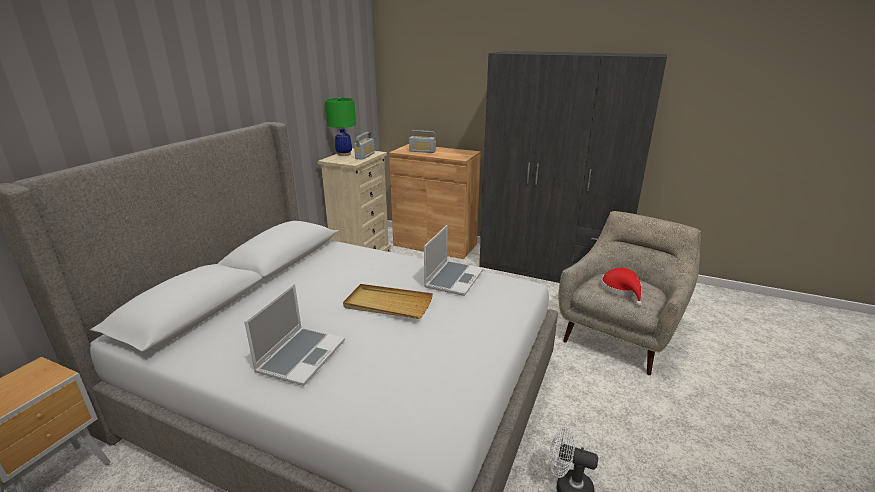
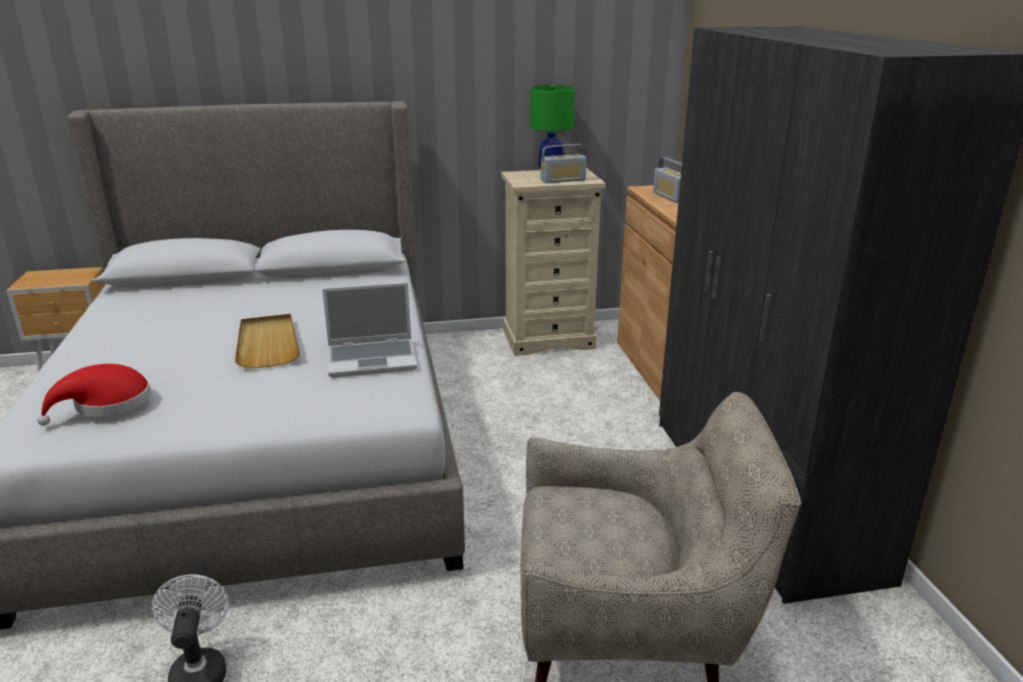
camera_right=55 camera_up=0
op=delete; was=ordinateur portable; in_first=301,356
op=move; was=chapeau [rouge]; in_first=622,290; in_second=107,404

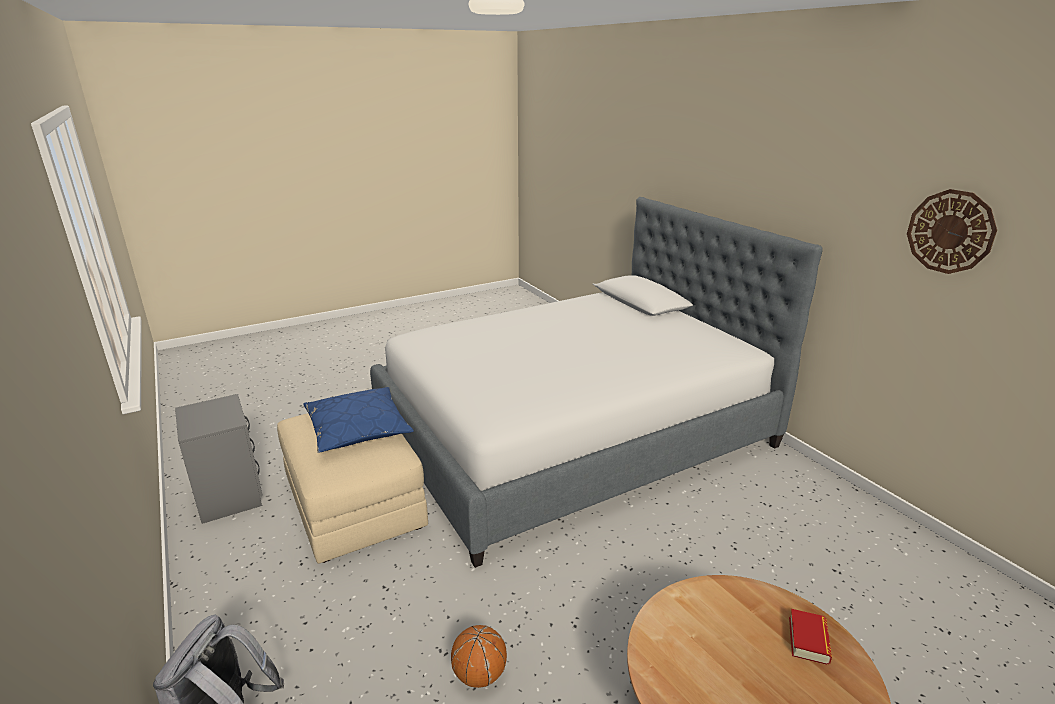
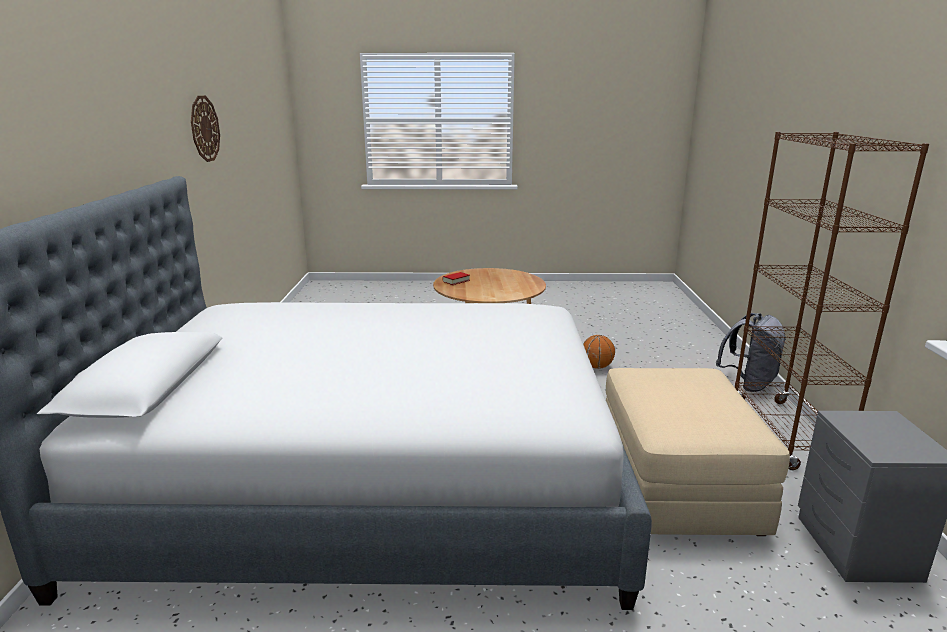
camera_right=-150 camera_up=-5
op=delete; was=coussin [bleu]; in_first=358,429
op=insert; now=bibliothèque [marron]; in_second=785,433

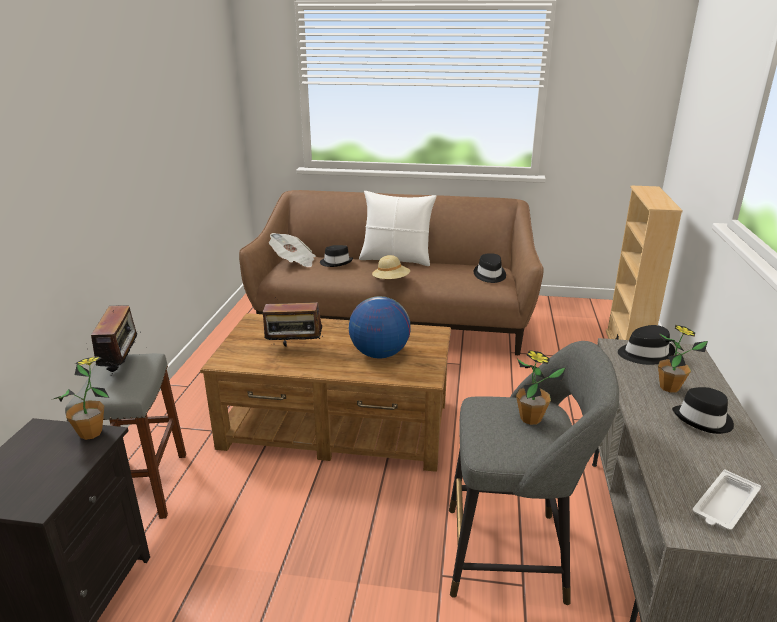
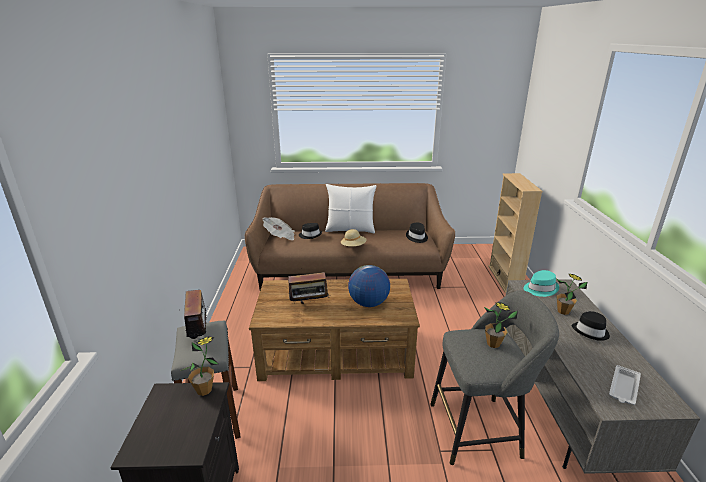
camera_right=-10 camera_up=0
op=recolor; was=chapeau [noir]; now=chapeau [turquoise]; in_first=645,353; in_second=540,288

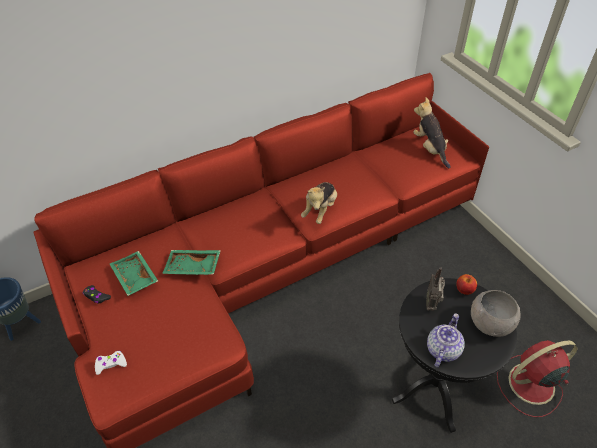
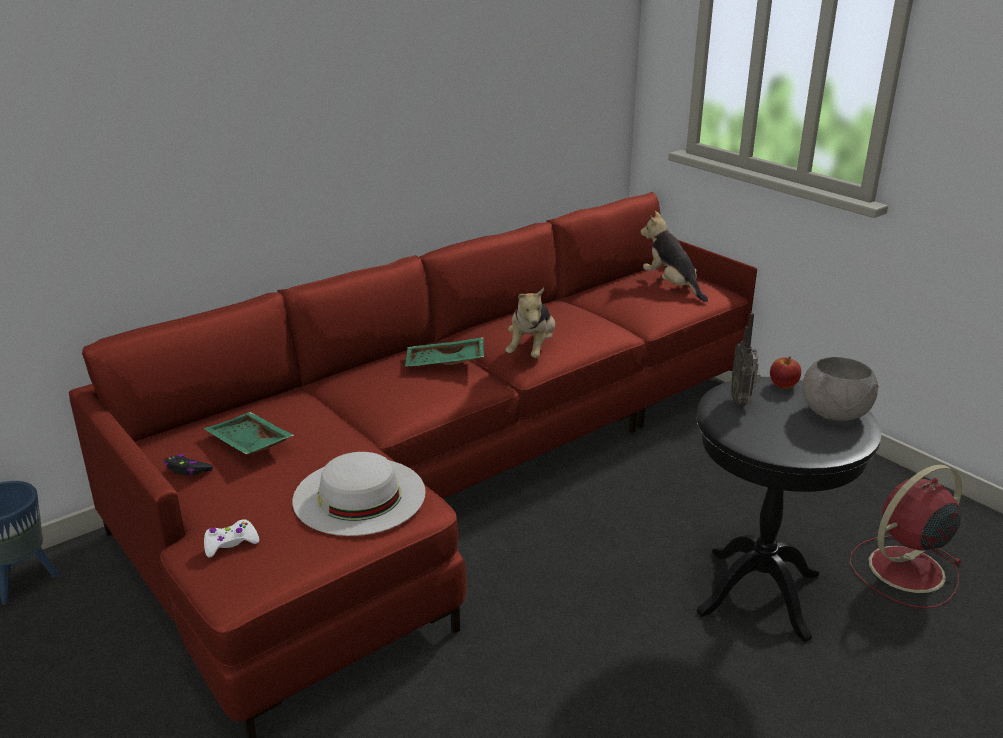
camera_right=-10 camera_up=-20
op=move; was=plateau [vert]; in_first=192,267; in_second=445,363
op=delete; was=théière; in_first=442,349
op=insert; now=chapeau [blanc]; in_second=359,495

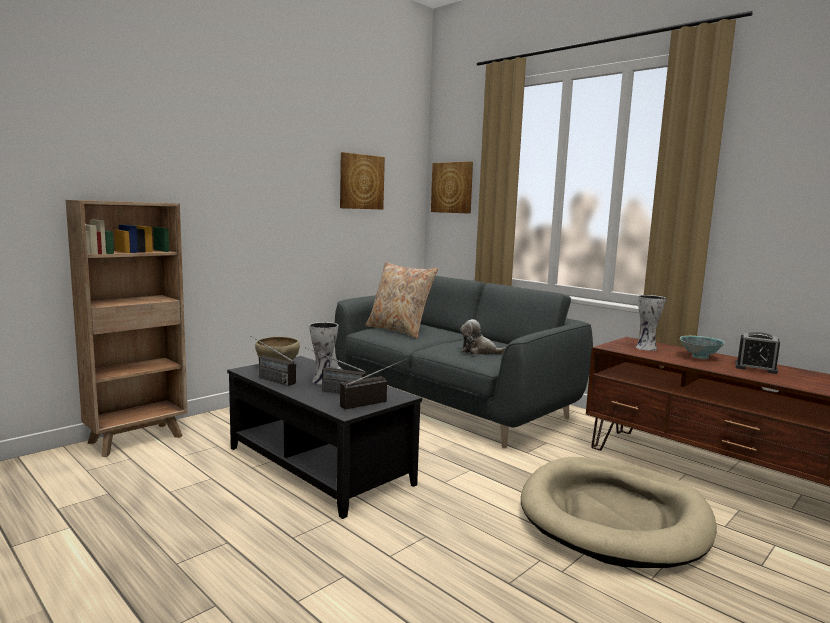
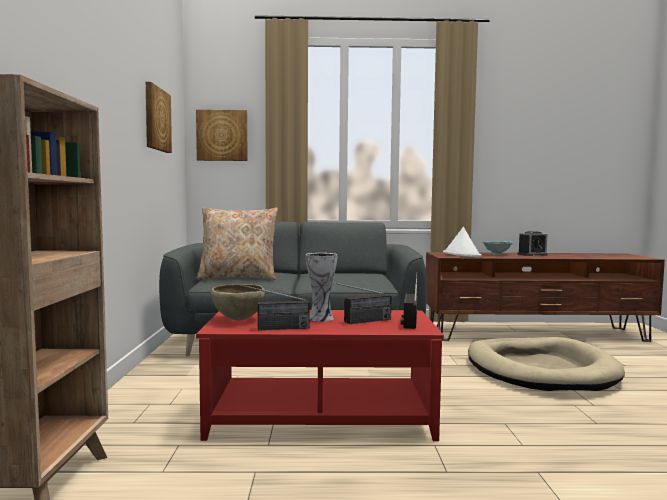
camera_right=-45 camera_up=-5
op=recolor; was=table basse [noir]; now=table basse [rouge]; in_first=320,465; in_second=320,416
op=delete; was=peluche; in_first=479,352
op=replace; was=vase; now=chapeau [blanc]; in_first=647,348; in_second=461,254

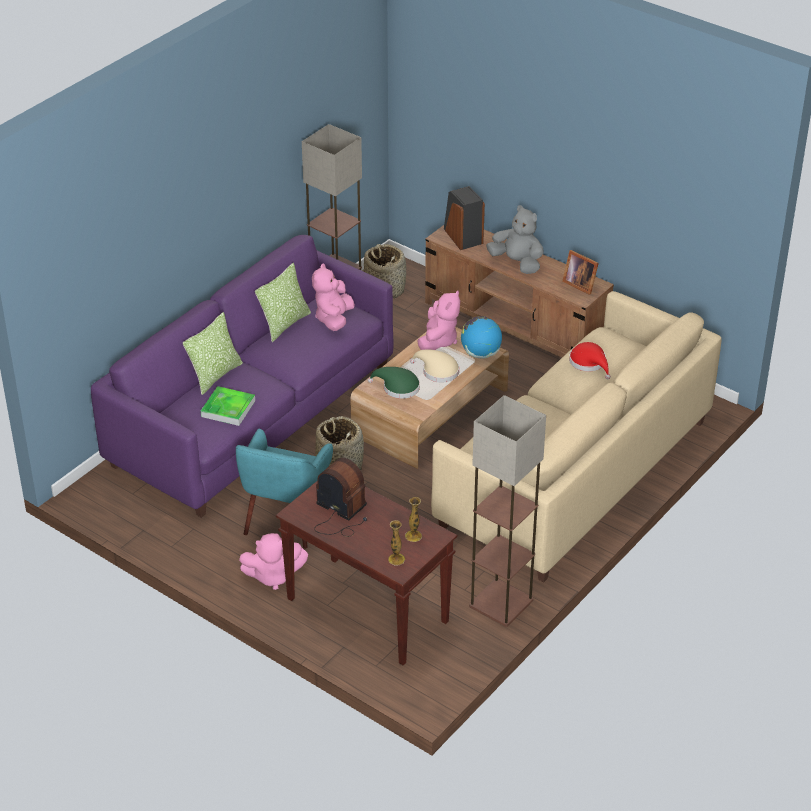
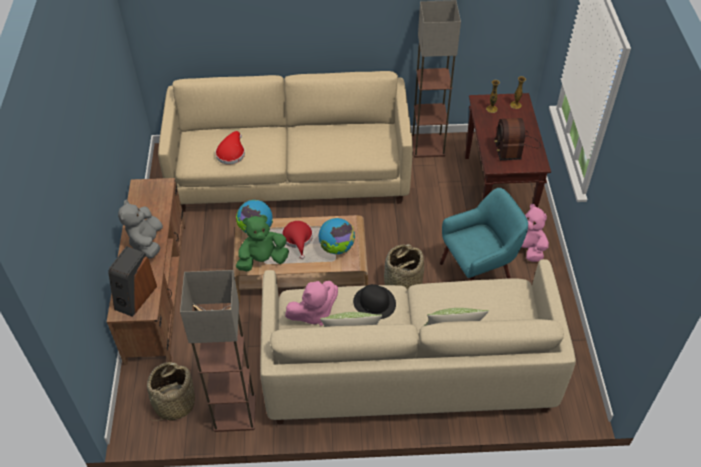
camera_right=-130 camera_up=10
op=recolor; was=canapé [violet]; now=canapé [beige]; in_first=253,417; in_second=407,368
op=delete; was=plateau; in_first=228,408
op=replace; was=chapeau [vert]; now=globe; in_first=398,387; in_second=337,248
op=recolor; was=chapeau [beige]; now=chapeau [rouge]; in_first=437,371; in_second=298,239
op=recolor; was=peluche [rose]; now=peluche [vert]; in_first=438,341; in_second=262,260
op=delete; was=cadre photo; in_first=579,284
op=insert; now=chapeau [noir]; in_second=374,302

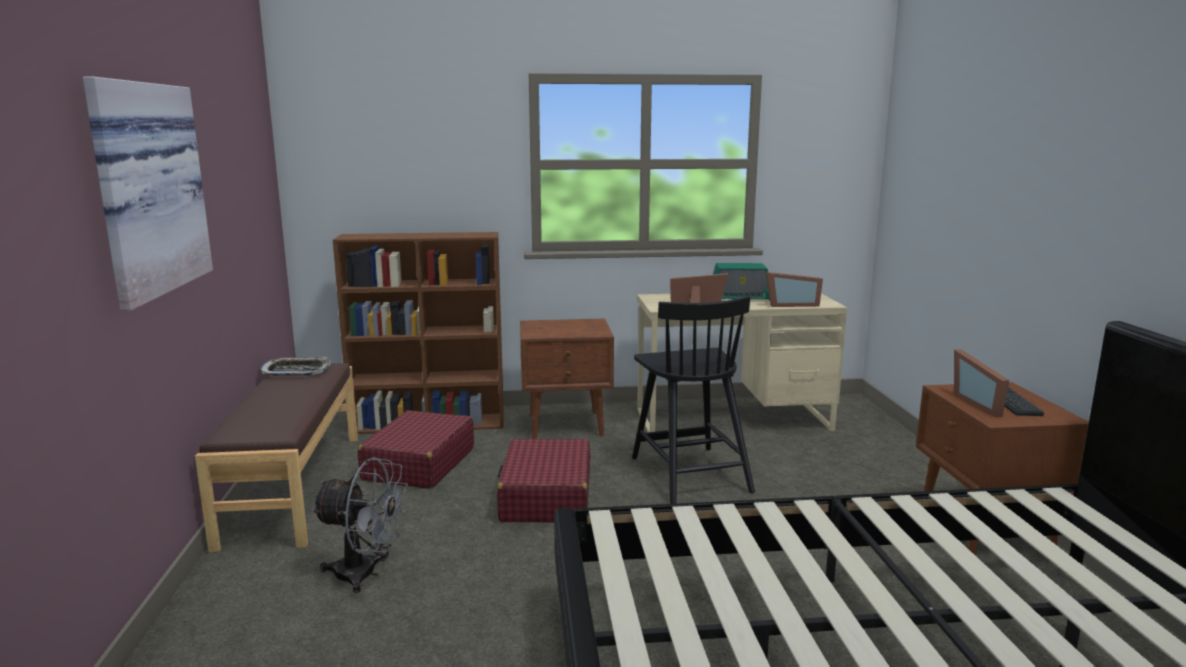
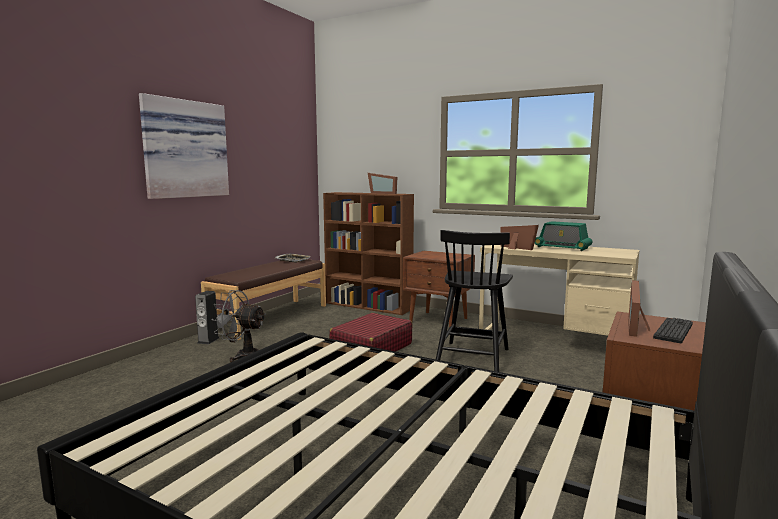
camera_right=35 camera_up=-5
op=rotate; was=ventilateur [gris]; in_first=366,574; in_second=242,356; clockwise=150
op=delete; was=valise [rouge]; in_first=419,464
op=move; was=cadre photo; in_first=790,305; in_second=383,193
op=insert; now=enceinte; in_second=208,340

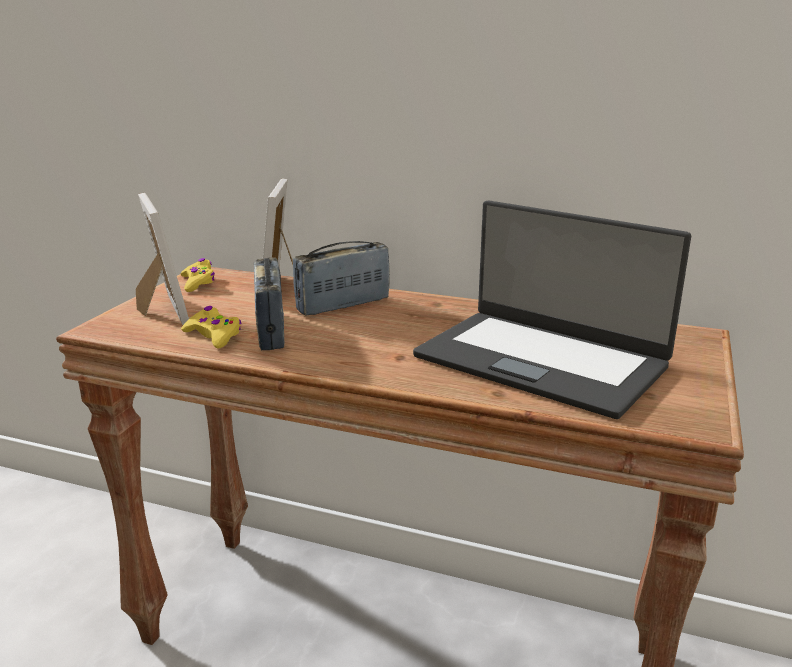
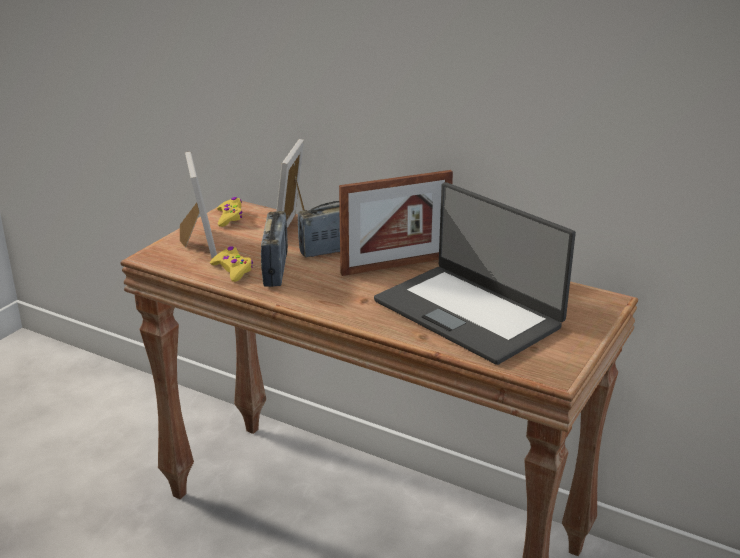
camera_right=10 camera_up=5
op=insert; now=cadre photo; in_second=395,265

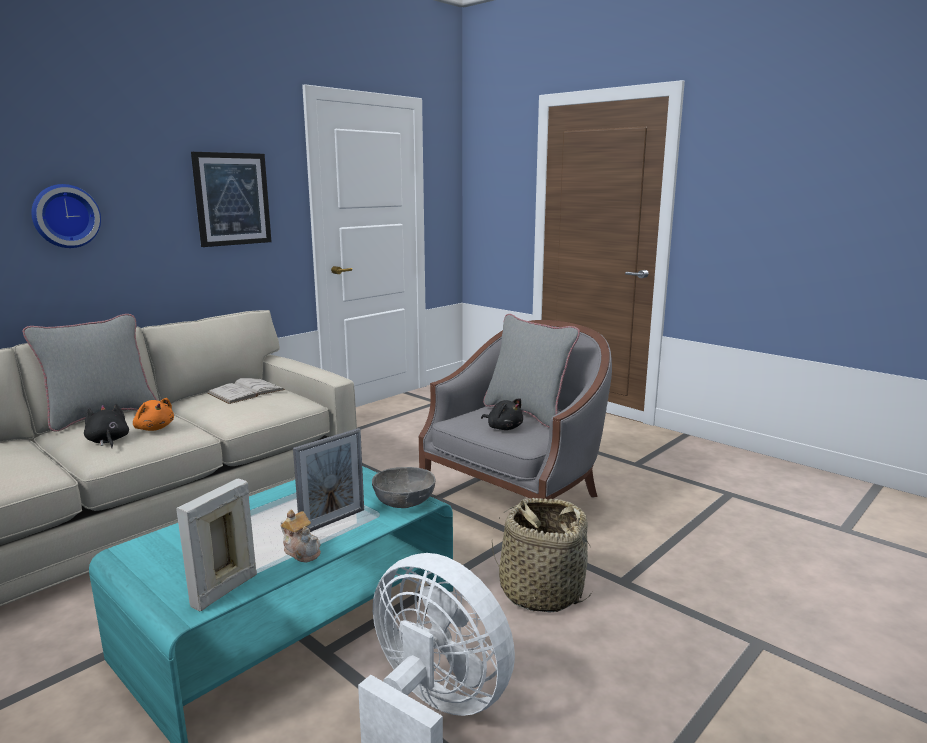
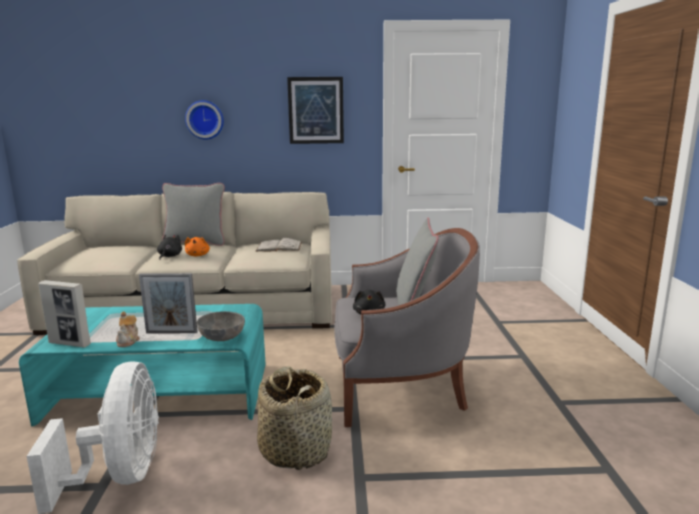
camera_right=45 camera_up=0
op=rotate; was=cadre photo; in_first=224,591; in_second=69,343; clockwise=-150

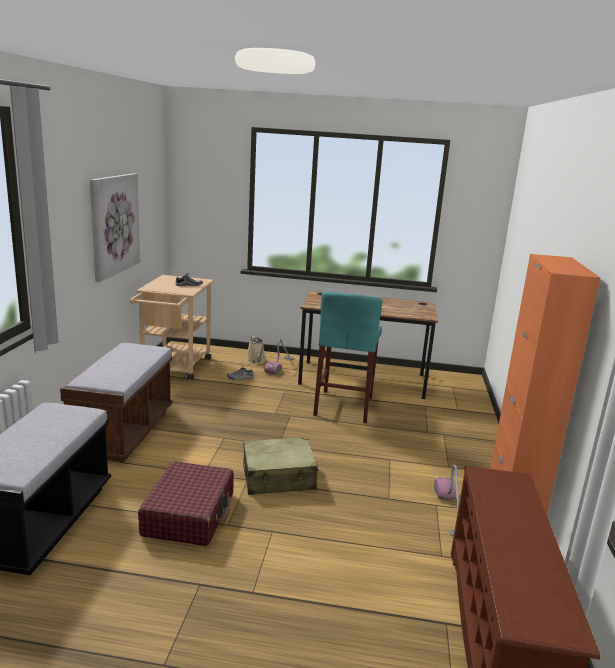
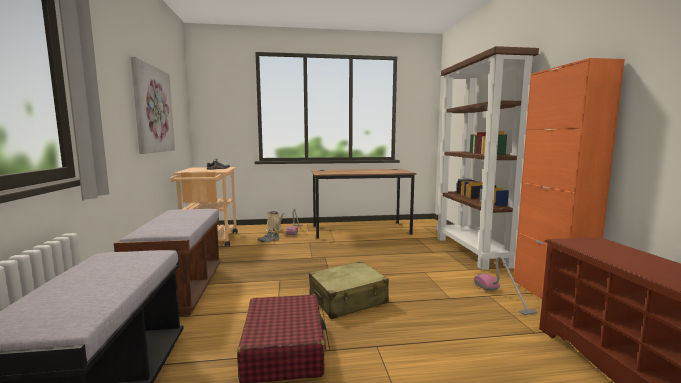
camera_right=-15 camera_up=-10
op=delete; was=tabouret [turquoise]; in_first=343,406
op=insert; now=bibliothèque [marron]; in_second=472,251

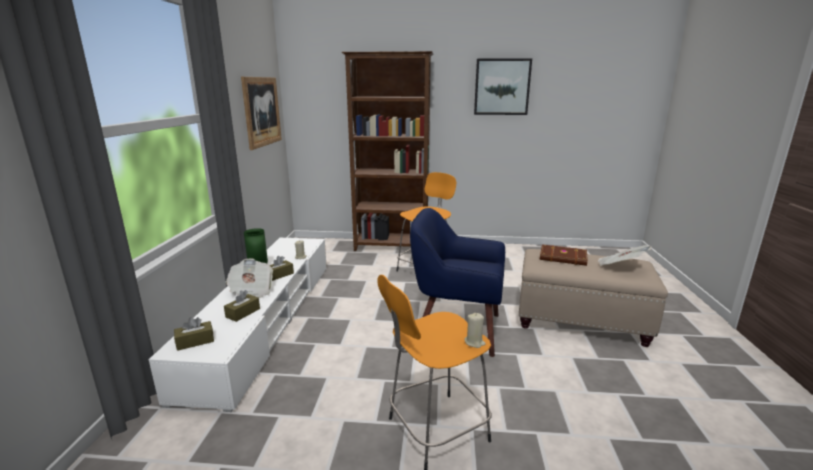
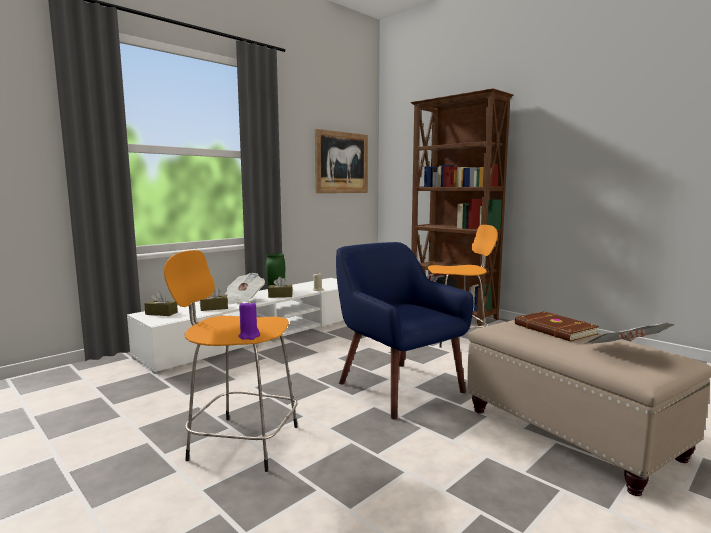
camera_right=40 camera_up=-10
op=recolor; was=bougie [beige]; now=bougie [violet]; in_first=474,342; in_second=249,336
op=delete; was=tableau; in_first=502,87

